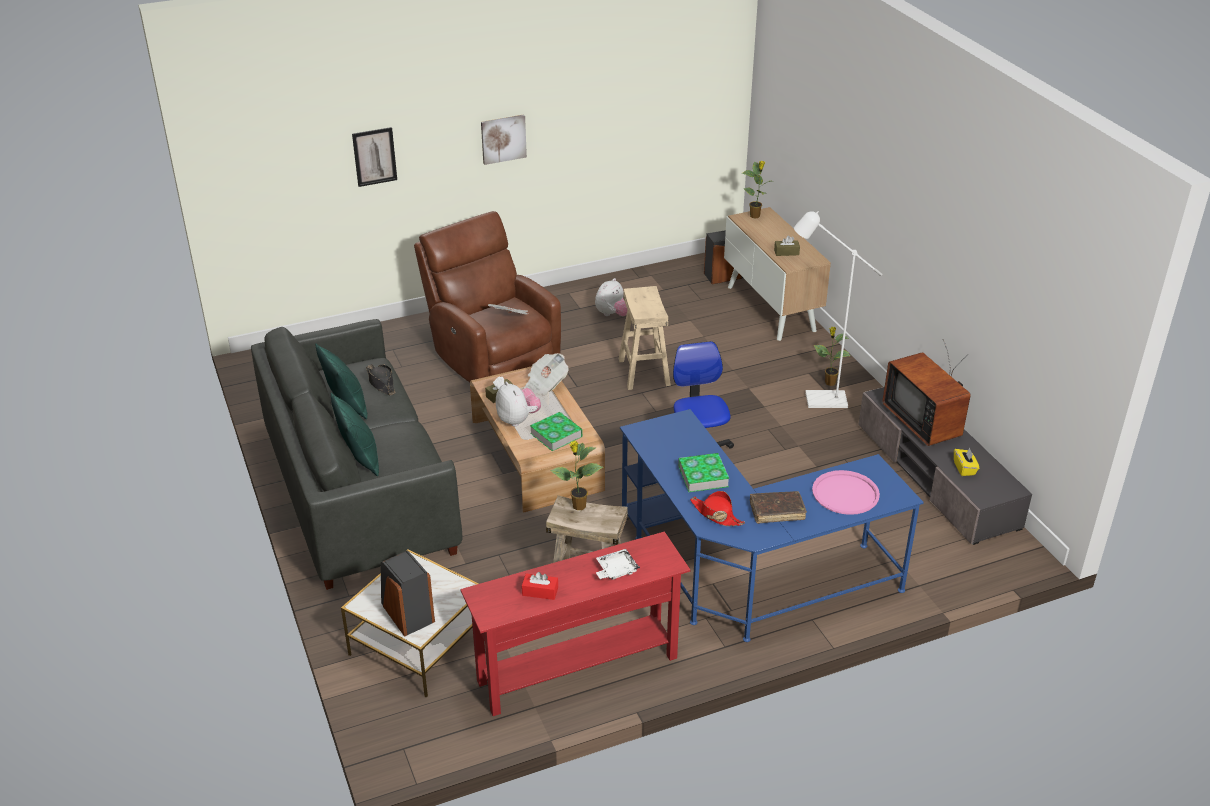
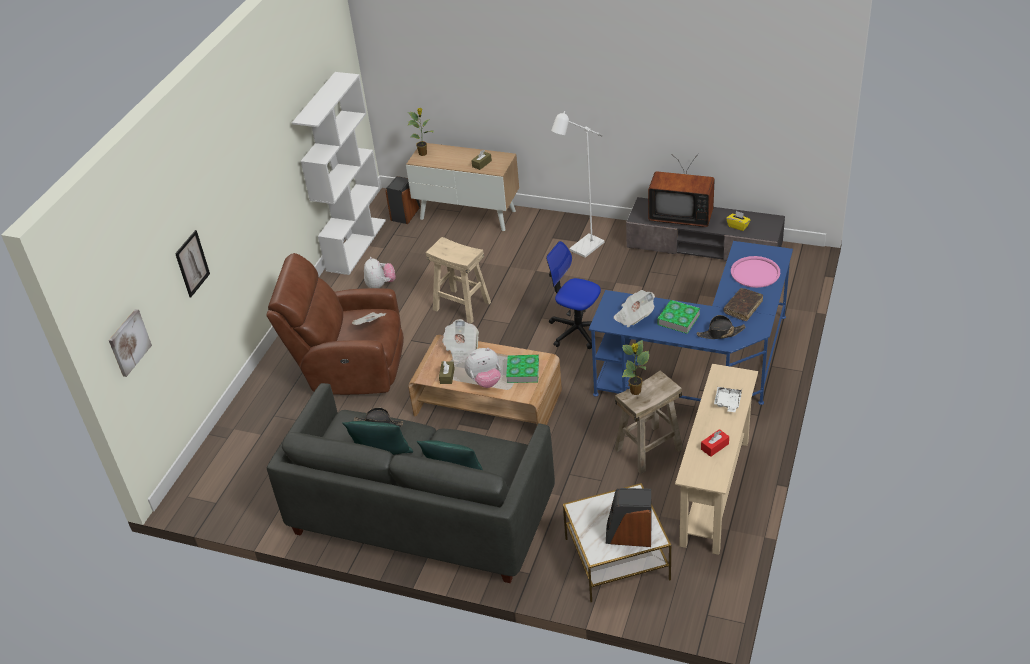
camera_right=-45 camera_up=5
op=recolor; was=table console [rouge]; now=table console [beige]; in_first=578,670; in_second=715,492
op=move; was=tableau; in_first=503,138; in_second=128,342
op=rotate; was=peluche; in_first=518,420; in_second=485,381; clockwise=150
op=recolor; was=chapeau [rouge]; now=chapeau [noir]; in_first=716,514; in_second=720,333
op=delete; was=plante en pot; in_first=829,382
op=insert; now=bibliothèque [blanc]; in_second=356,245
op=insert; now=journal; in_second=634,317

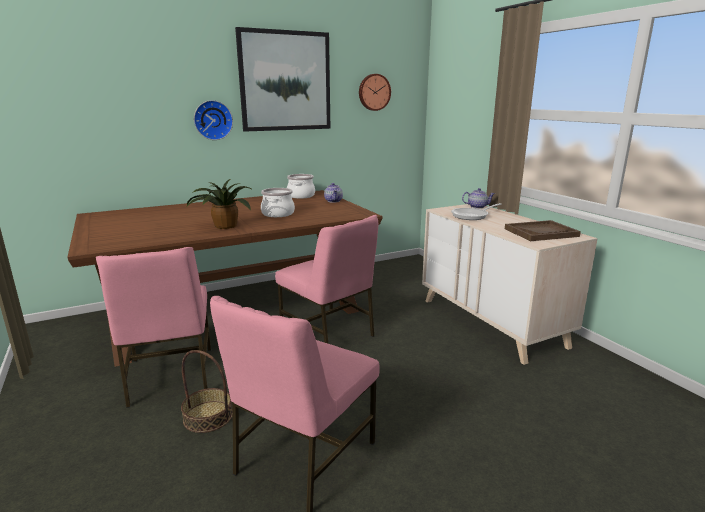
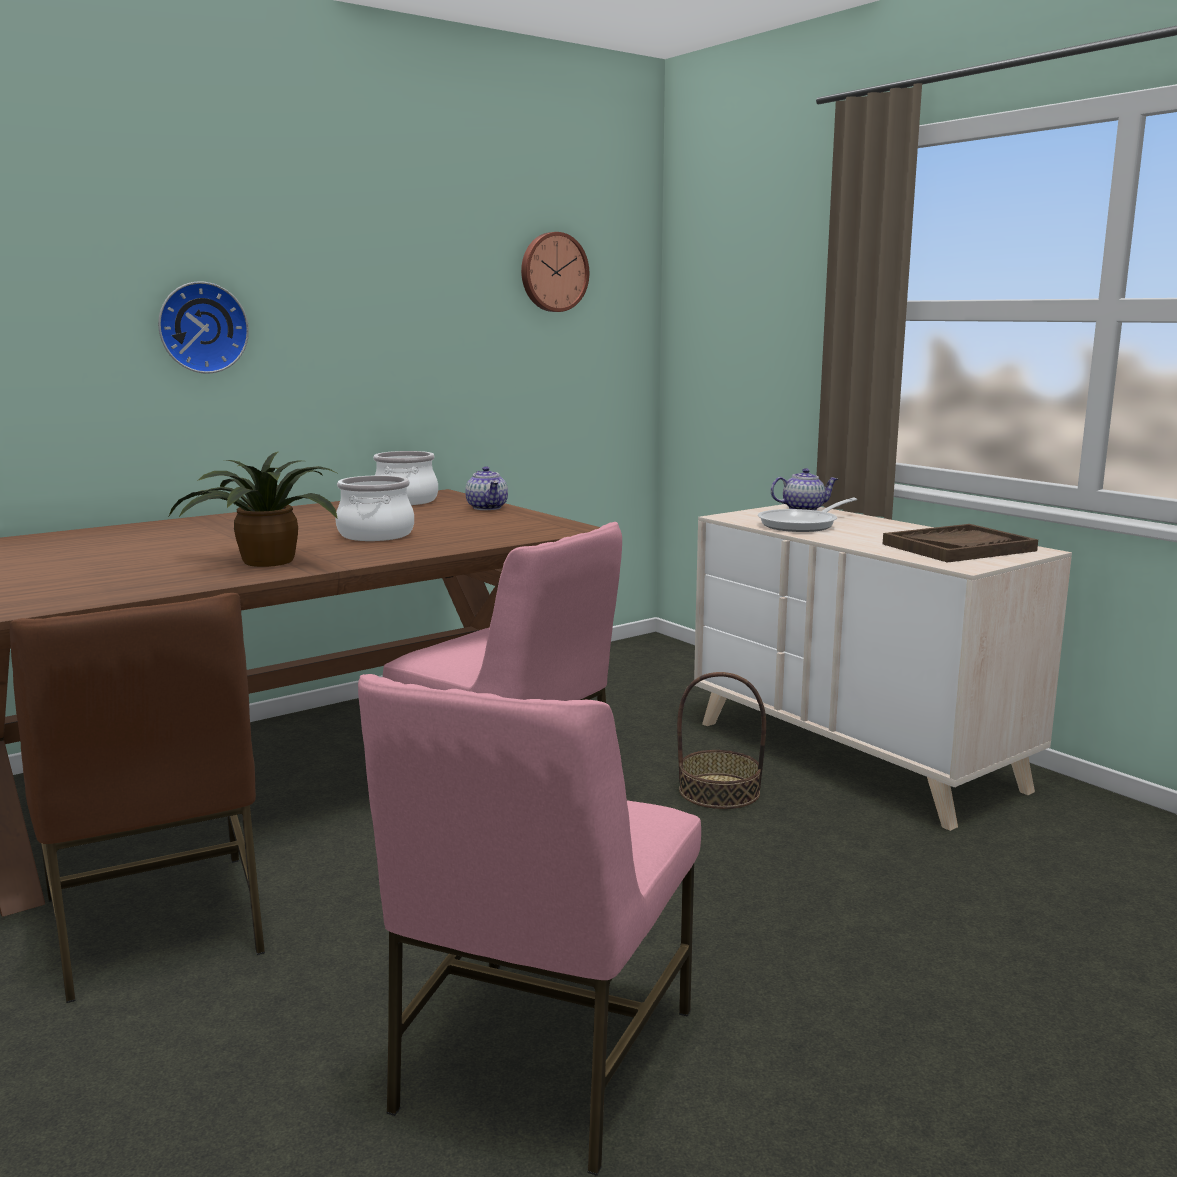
camera_right=-10 camera_up=-5
op=recolor; was=chaise [rose]; now=chaise [marron]; in_first=170,377; in_second=156,926
op=move; was=panier; in_first=208,416; in_second=719,791
op=delete; was=tableau; in_first=285,81

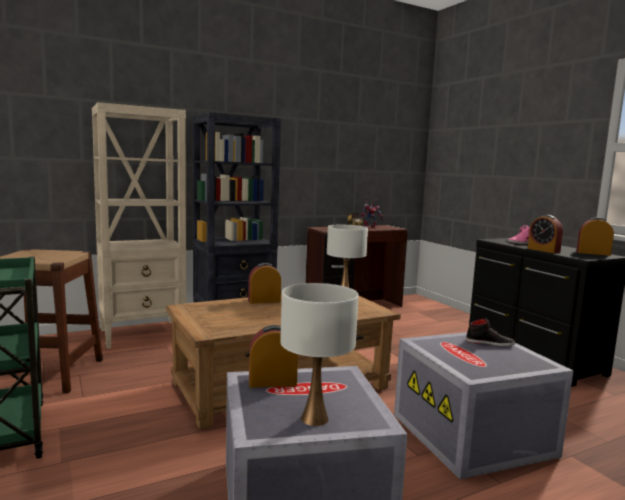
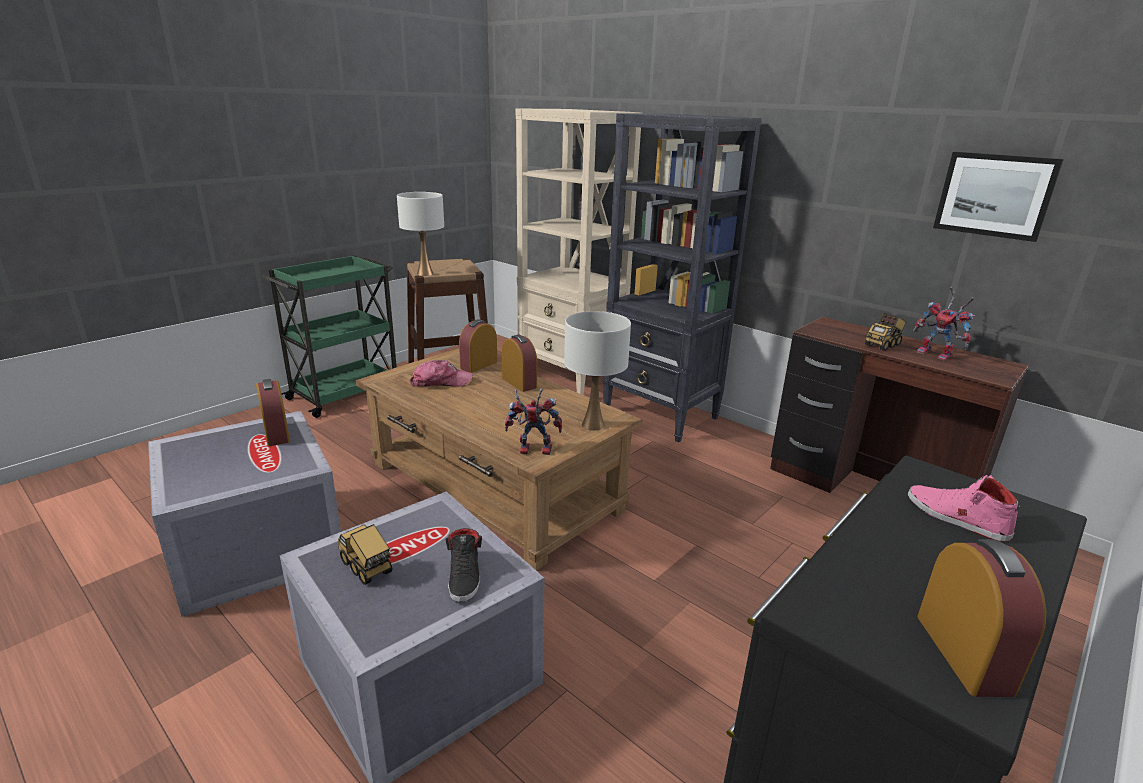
camera_right=70 camera_up=15
op=move; was=lampe de table [blanc]; in_first=314,418; in_second=425,273
op=move; was=réveil; in_first=543,250; in_second=479,365
op=insert; now=camion jouet; in_second=367,568
op=insert; now=casquette; in_second=441,382
op=insert; now=robot jouet; in_second=532,451
op=insert; now=tableau; in_second=994,195

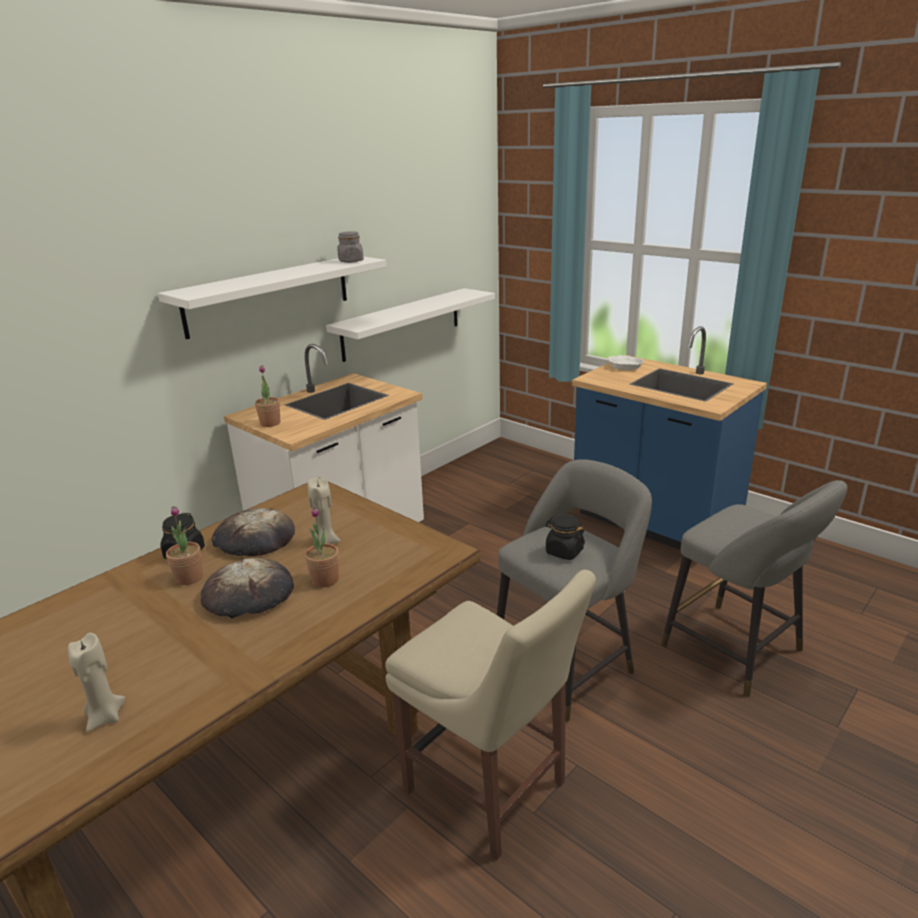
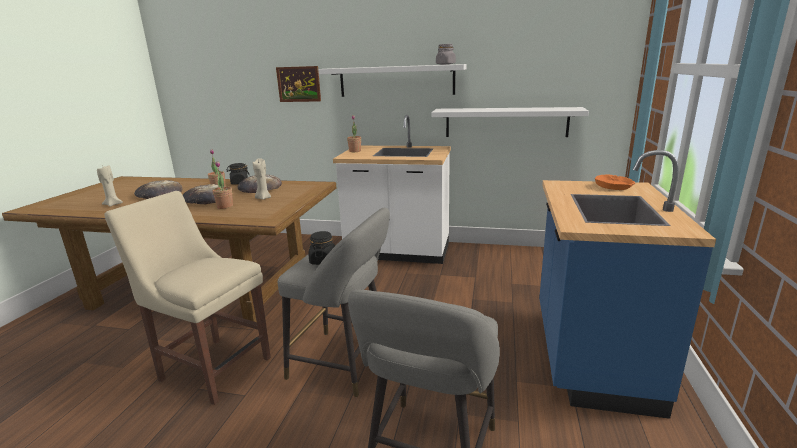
camera_right=60 camera_up=-5
op=rotate; was=chaise [beige]; in_first=490,791; in_second=212,367; clockwise=105
op=recolor; was=bol [blanc]; now=bol [orange]; in_first=625,366; in_second=614,187
op=insert; now=pain; in_second=159,194
op=insert; now=tableau; in_second=299,84

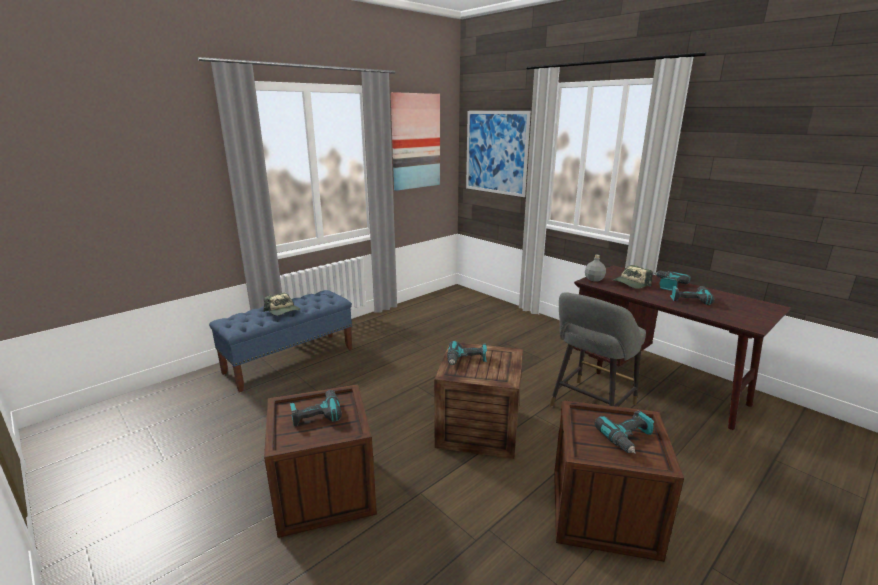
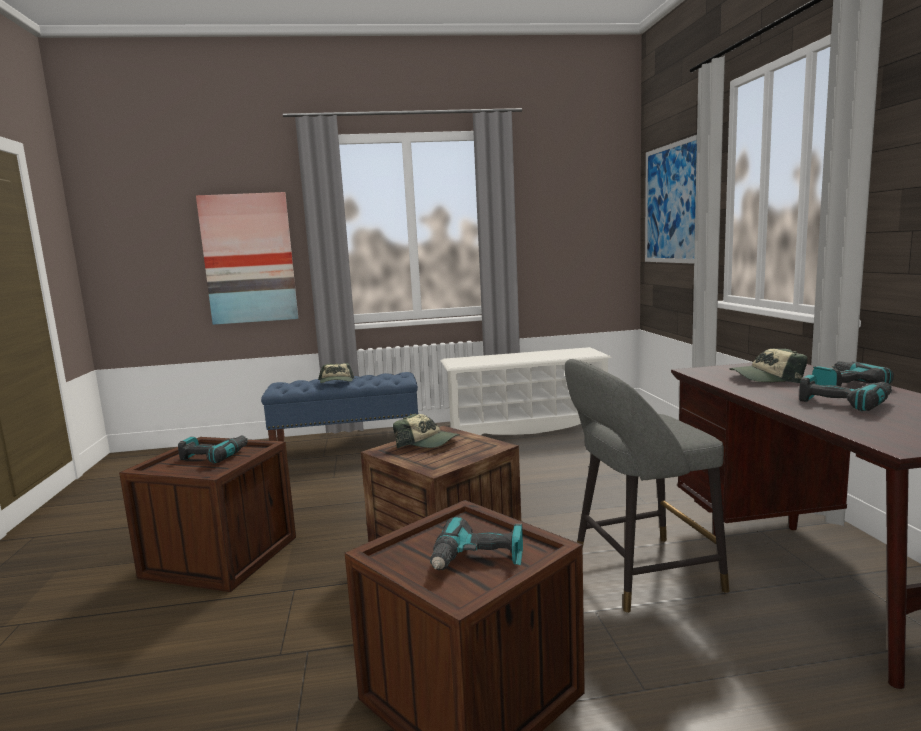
camera_right=35 camera_up=-10
op=move; was=tableau; in_first=415,141; in_second=249,258
op=replace; was=perceuse; now=casquette; in_first=466,360; in_second=427,443
op=delete; was=bouteille [gris]; in_first=594,279
op=insert; now=étagère à chaussures [blanc]; in_second=526,428

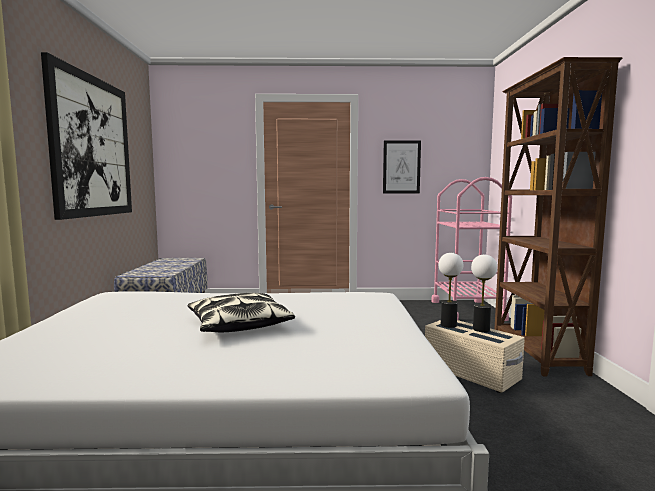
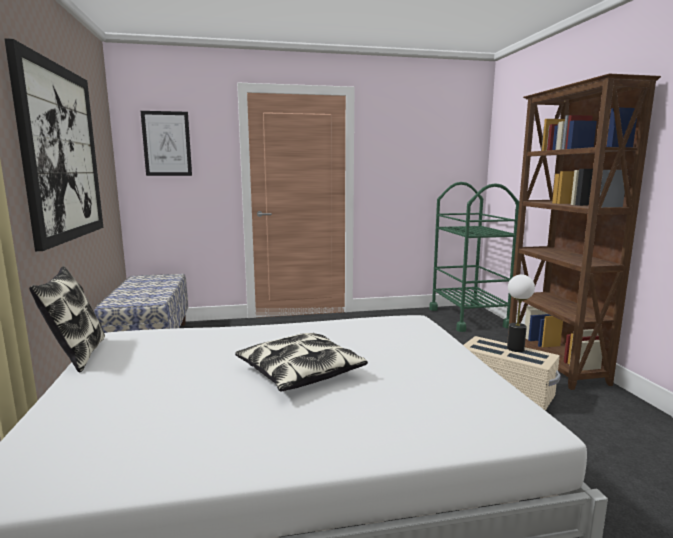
camera_right=-10 camera_up=5
op=move; was=tableau; in_first=401,167; in_second=167,143
op=recolor; was=chariot [rose]; now=chariot [vert]; in_first=467,310; in_second=468,318
op=delete; was=lampe de table; in_first=448,325
op=insert; now=coussin; in_second=76,355

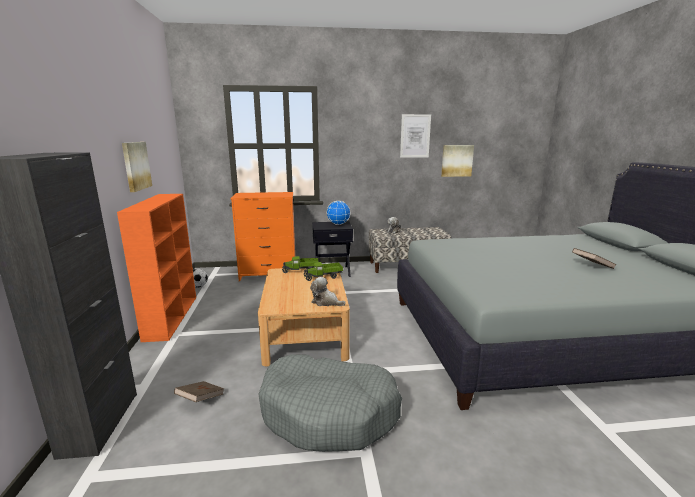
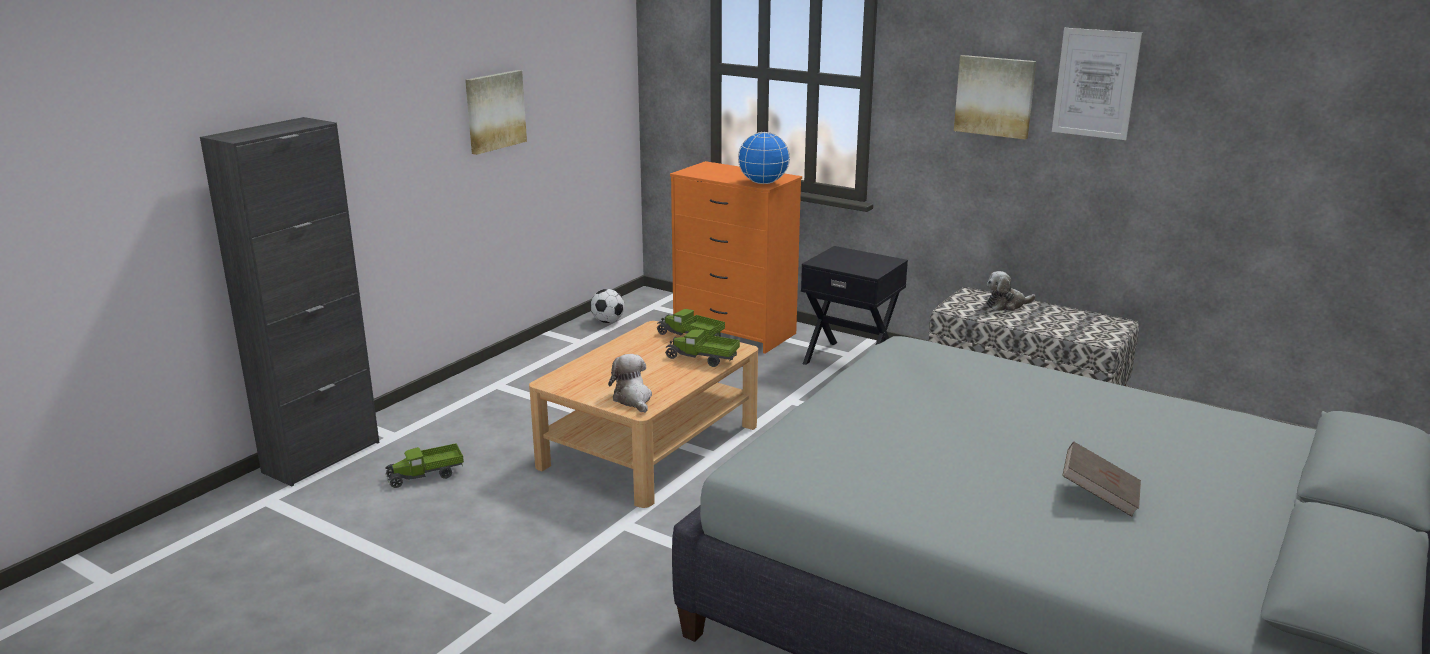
camera_right=40 camera_up=5
op=delete; was=bibliothèque [orange]; in_first=171,317
op=replace; was=livre [marron]; now=camion jouet; in_first=200,399; in_second=426,475
op=delete; was=panier pour chien [gris]; in_first=329,412
op=move; was=globe; in_first=338,224; in_second=763,183
op=move; was=tableau; in_first=456,160; in_second=995,96

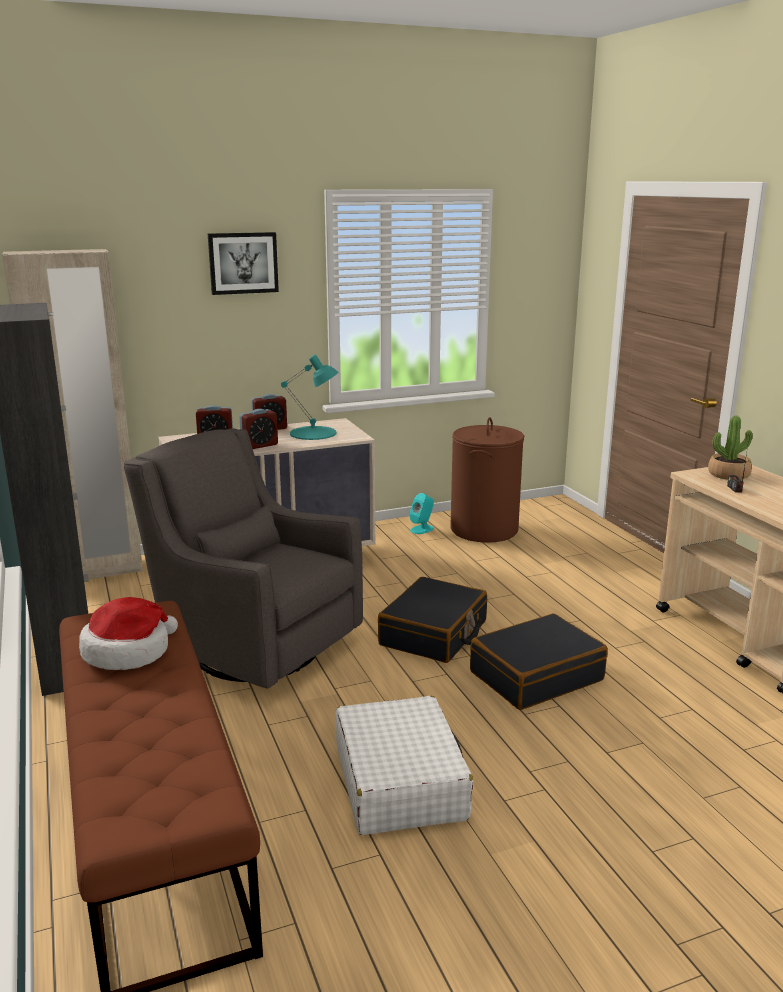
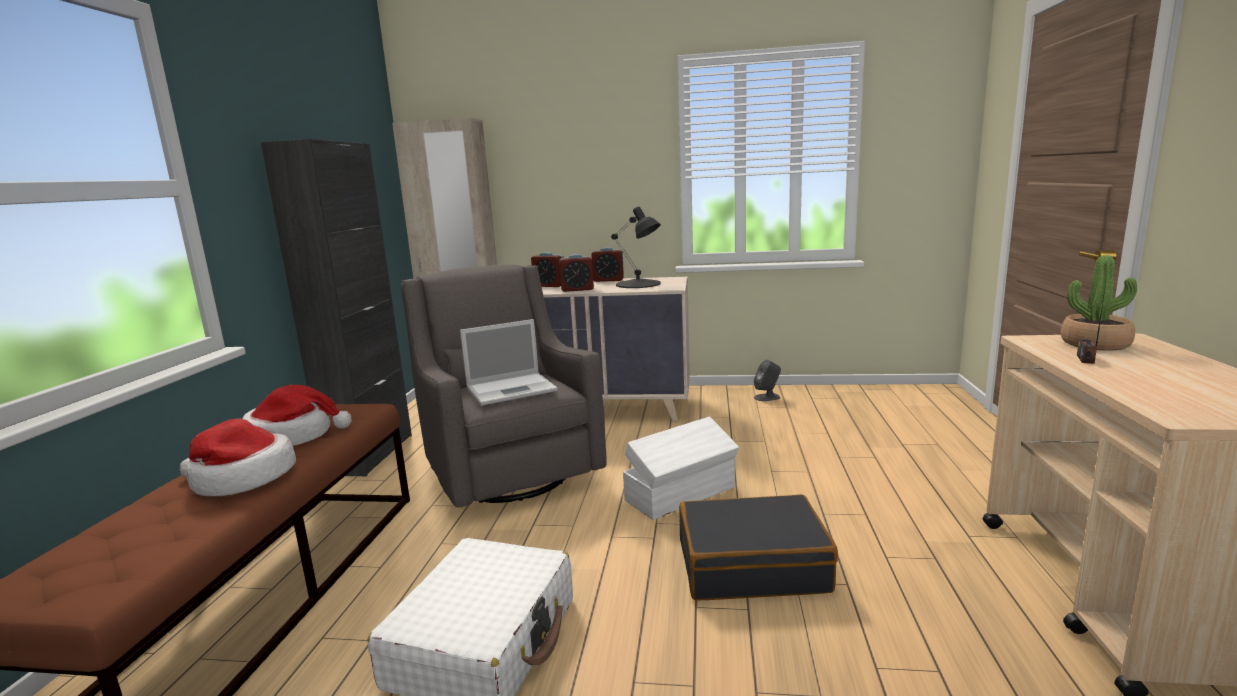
camera_right=30 camera_up=-5
op=delete; was=tableau; in_first=243,263
op=recolor; was=lampe de table [turquoise]; now=lampe de table [noir]; in_first=314,433; in_second=638,284
op=replace; was=valise [noir]; now=boîte de rangement [blanc]; in_first=434,634; in_second=682,494
op=recolor; was=enceinte [turquoise]; now=enceinte [gris]; in_first=422,529; in_second=767,397
op=delete; was=panier à linge [marron]; in_first=484,530
op=insert; now=chapeau; in_second=242,479
op=insert; now=ordinateur portable; in_second=513,389

